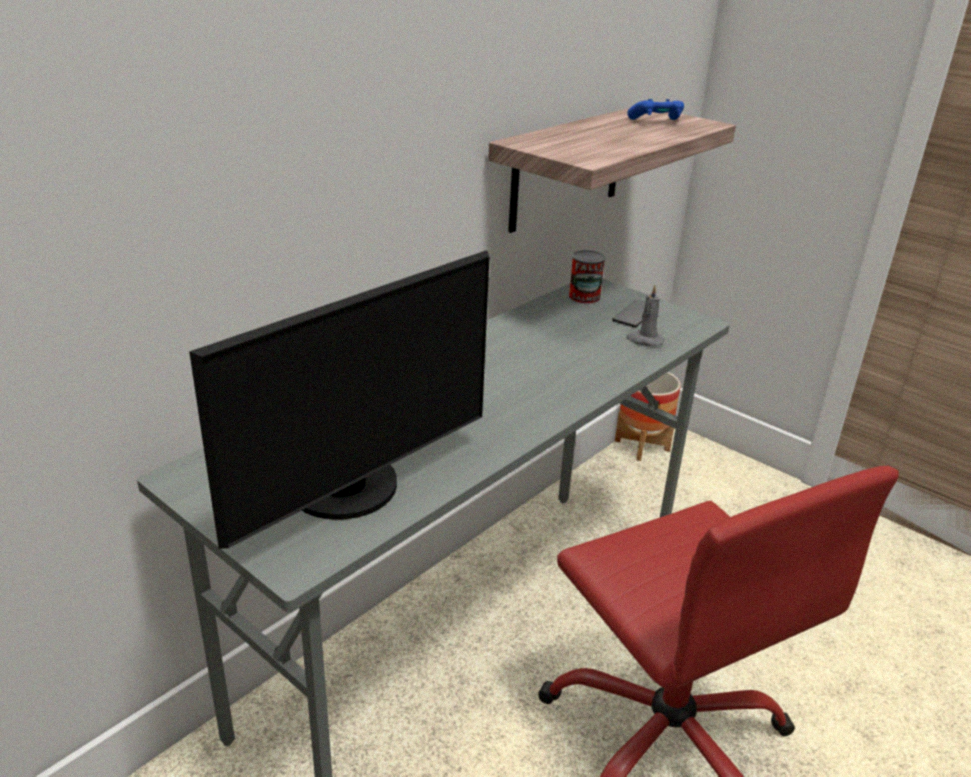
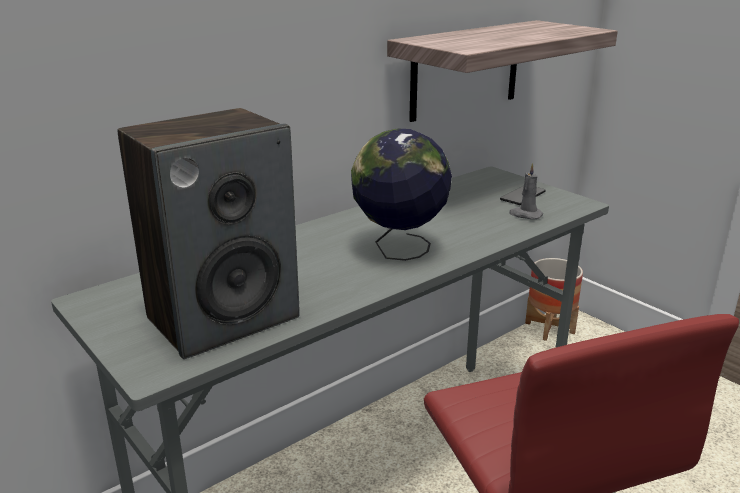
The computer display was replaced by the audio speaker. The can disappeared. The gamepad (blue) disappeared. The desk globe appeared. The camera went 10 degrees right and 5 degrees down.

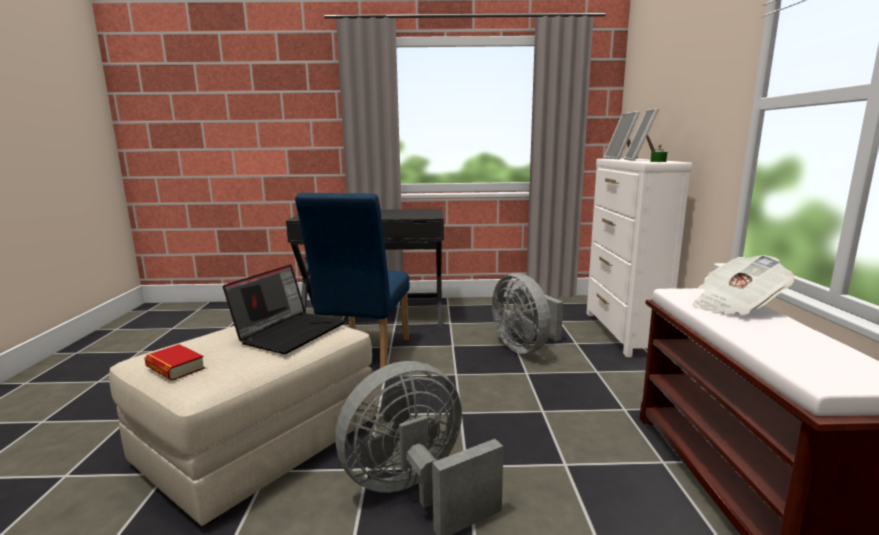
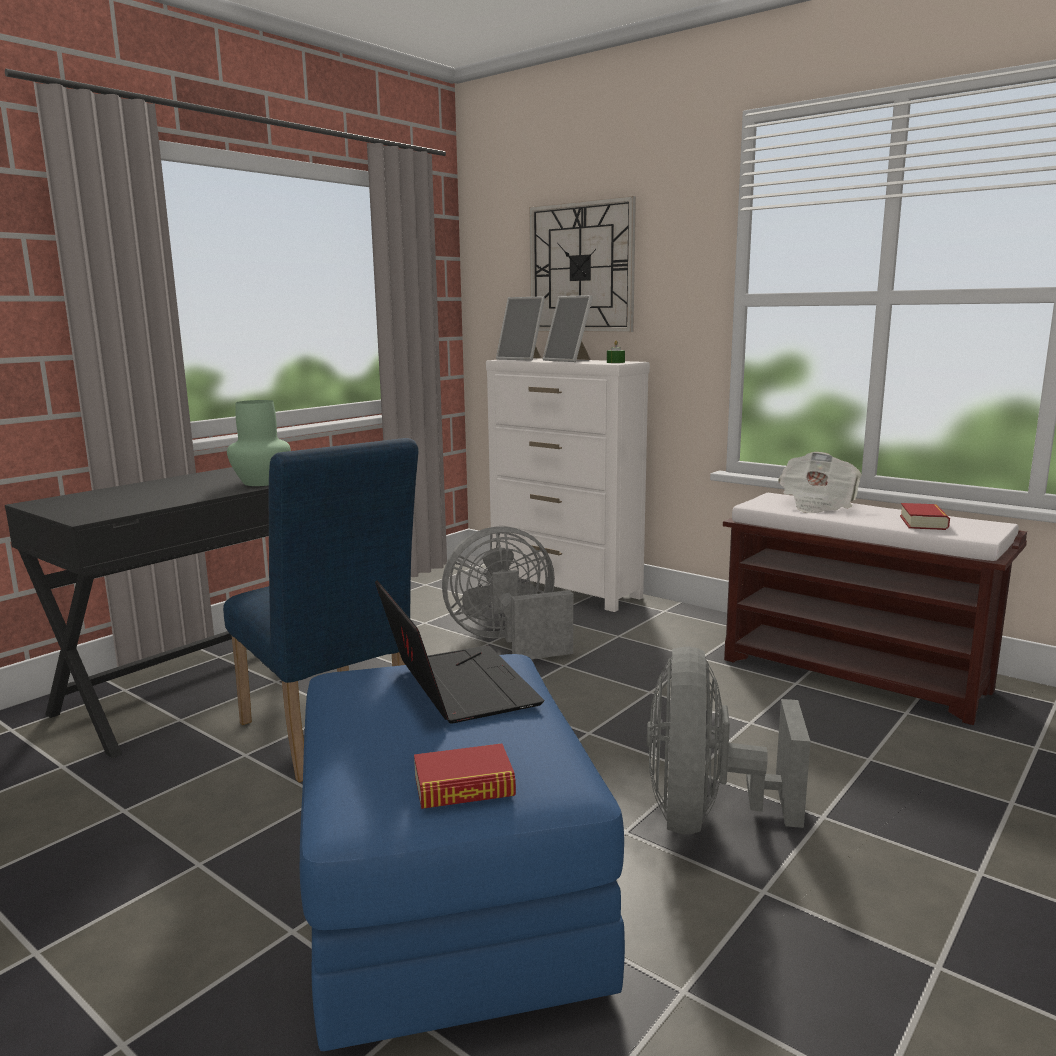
The ottoman (sand-coloured) became the ottoman (blue). The cooling fan (greyish) (no. 2 from left in the first image) turned 150 degrees clockwise. The vase (greenish) appeared. The hanging clock appeared. The bound book (no. 2 from left) appeared. The camera went 50 degrees left and 0 degrees up.

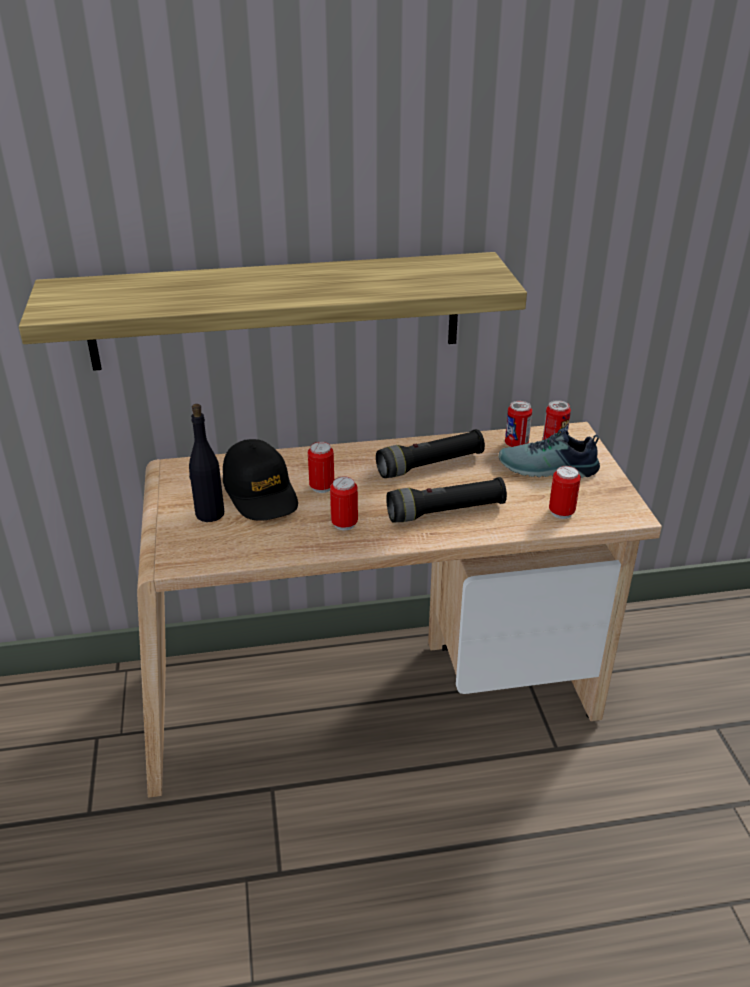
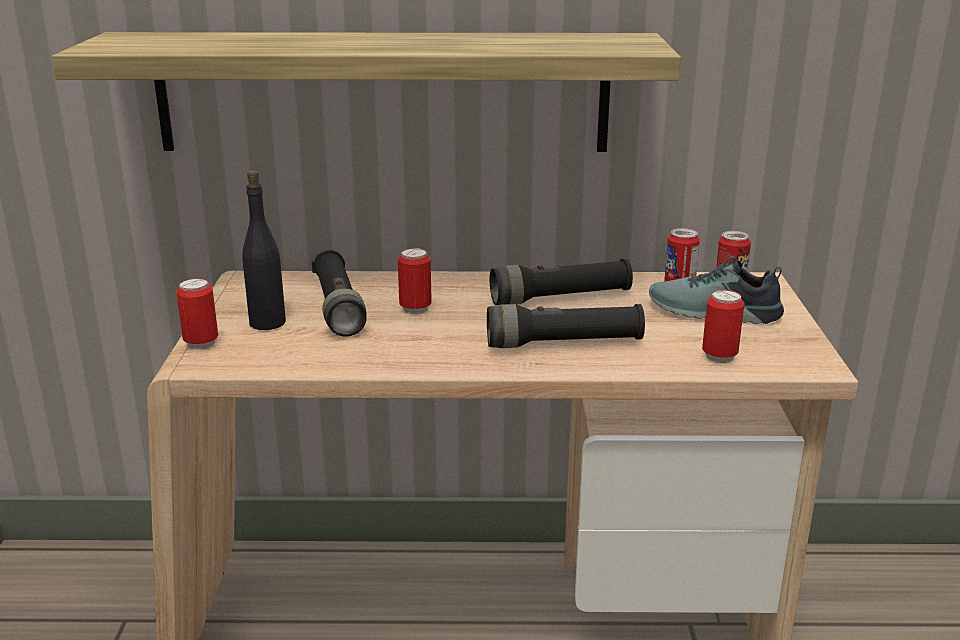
The peaked cap (black-coloured) was replaced by the flashlight (black-coloured) (no. 1 from left). The can (no. 2 from left in the first image) moved. The camera went 10 degrees right and 10 degrees down.

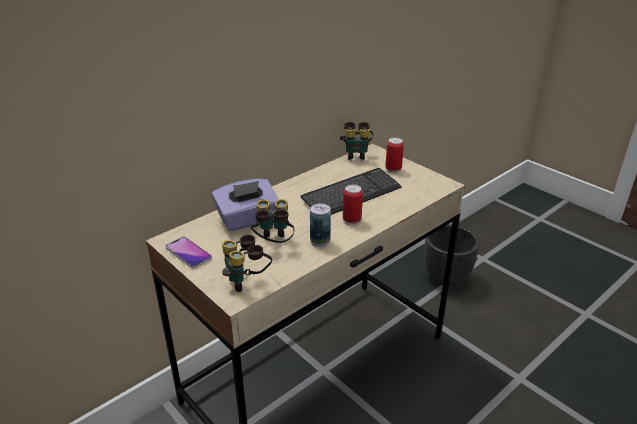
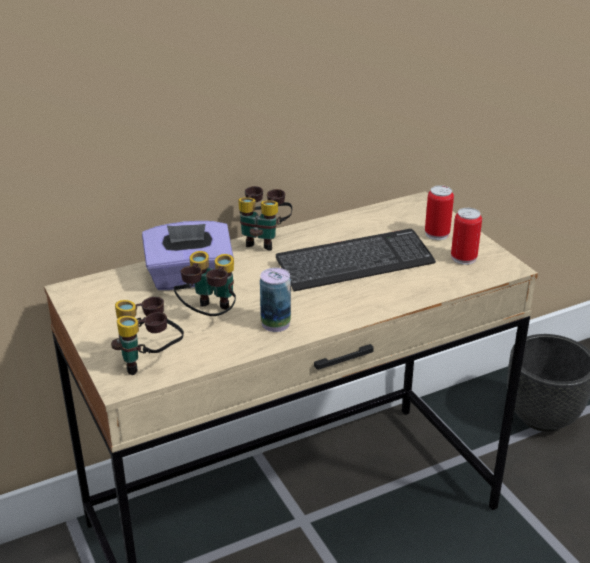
The handset disappeared. The field glasses (no. 3 from left) moved. The can (no. 2 from left in the first image) moved. The camera went 15 degrees right and 0 degrees up.

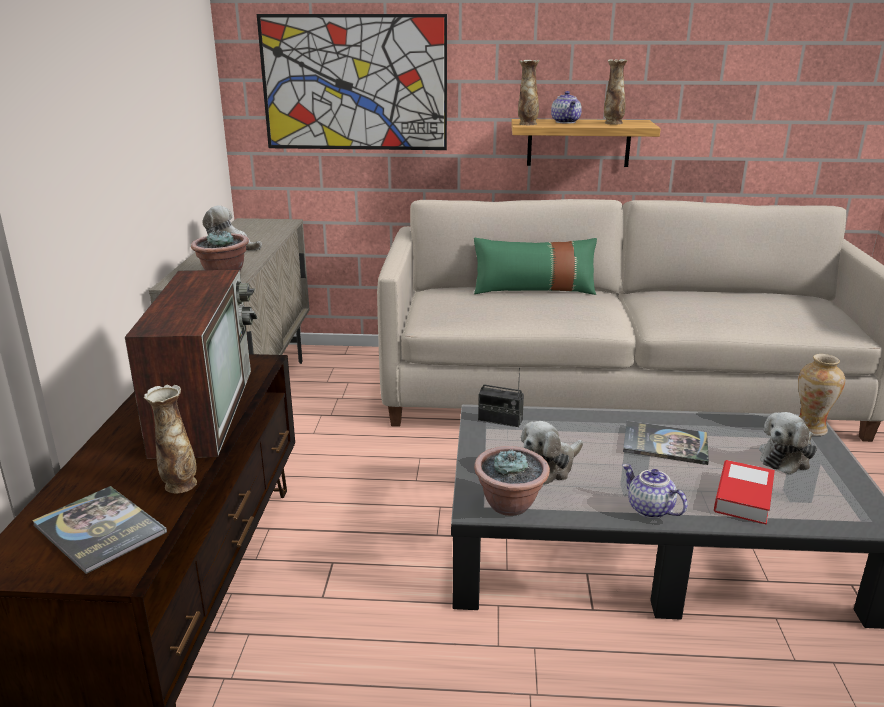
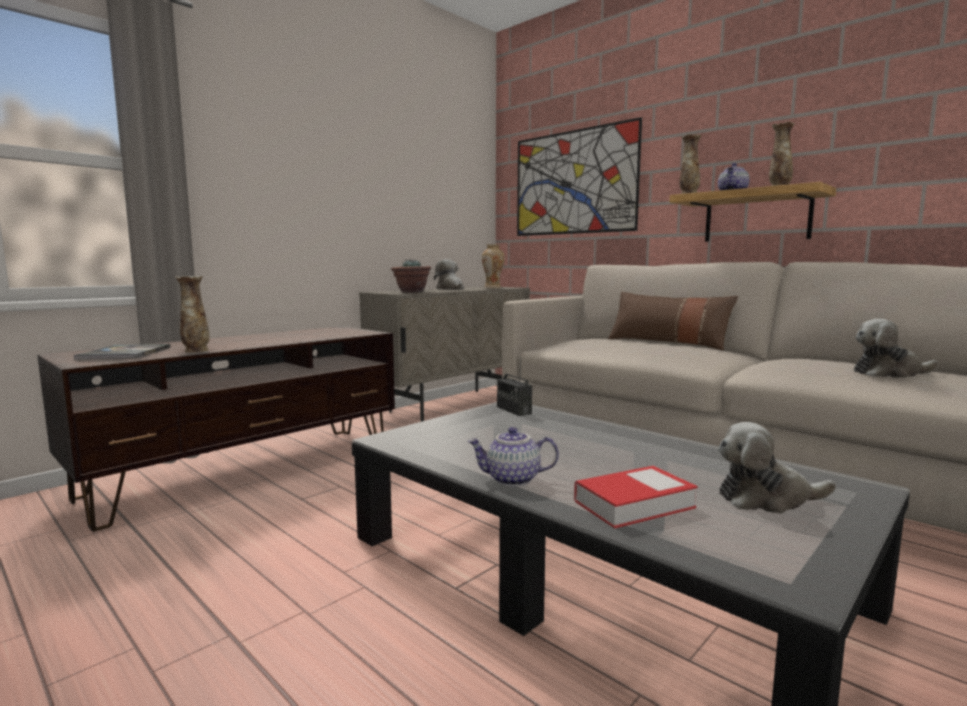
The TV disappeared. The cushion (greenish) became the cushion (brownish). The potted plant (no. 2 from left) disappeared. The cuddly toy (no. 2 from left in the first image) moved. The tea pot (no. 2 from left in the first image) turned 90 degrees counterclockwise. The bound book (no. 2 from left) disappeared. The vase (no. 4 from left in the first image) moved. The camera went 40 degrees right and 15 degrees down.

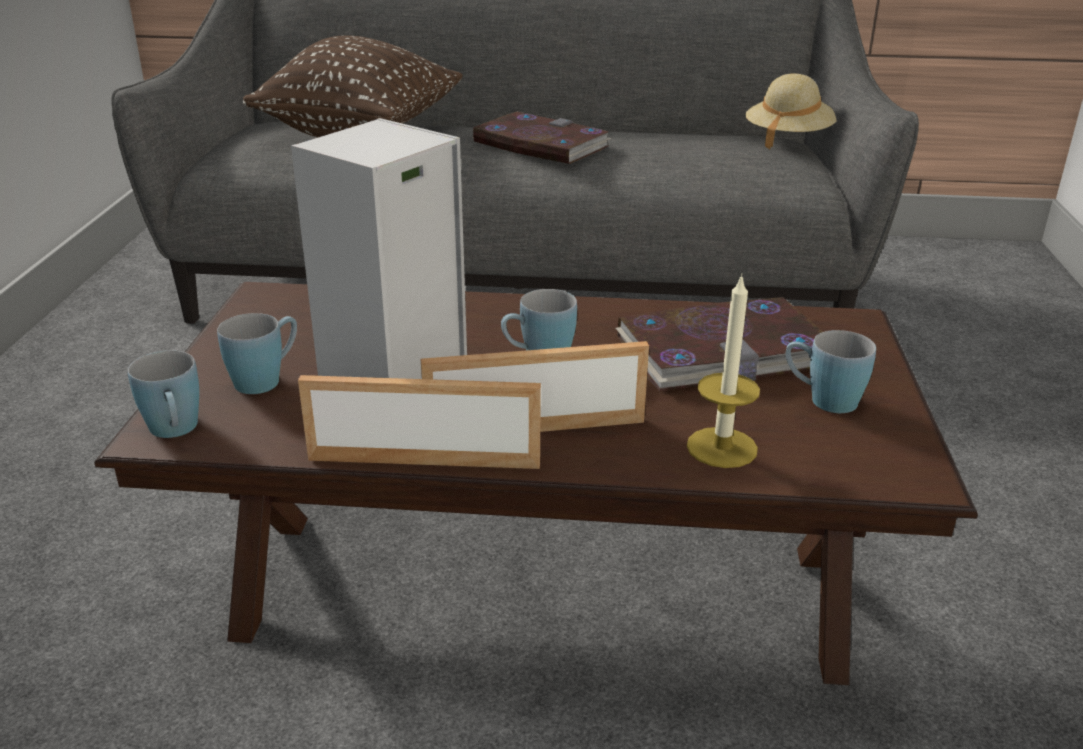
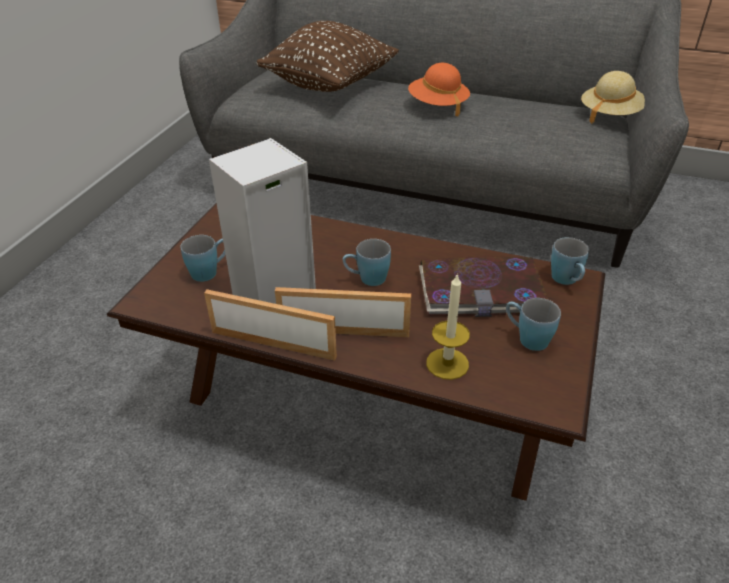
The mug (blue) (no. 1 from left in the first image) moved. The bound book (no. 1 from left) was replaced by the wearable hat (orangey). The camera went 15 degrees right and 10 degrees up.

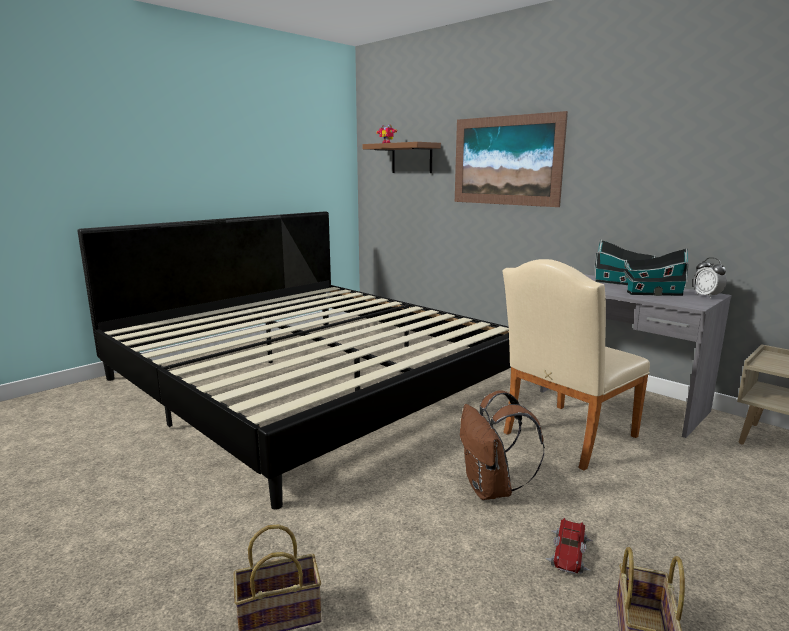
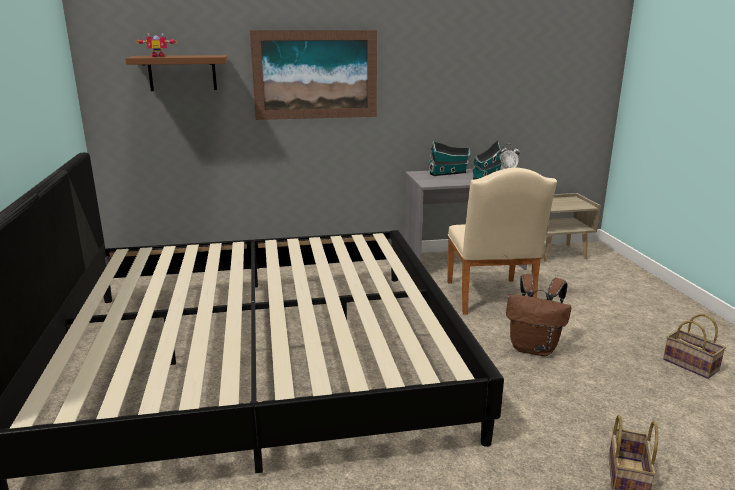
The toy car disappeared. The camera went 55 degrees left and 5 degrees up.

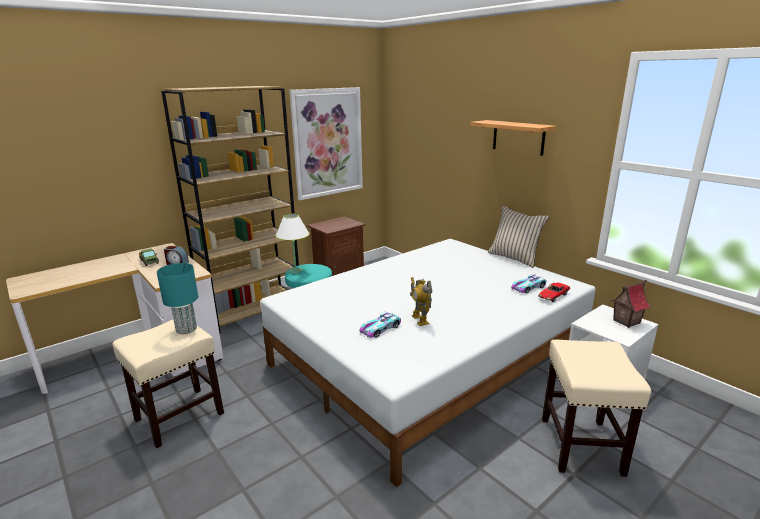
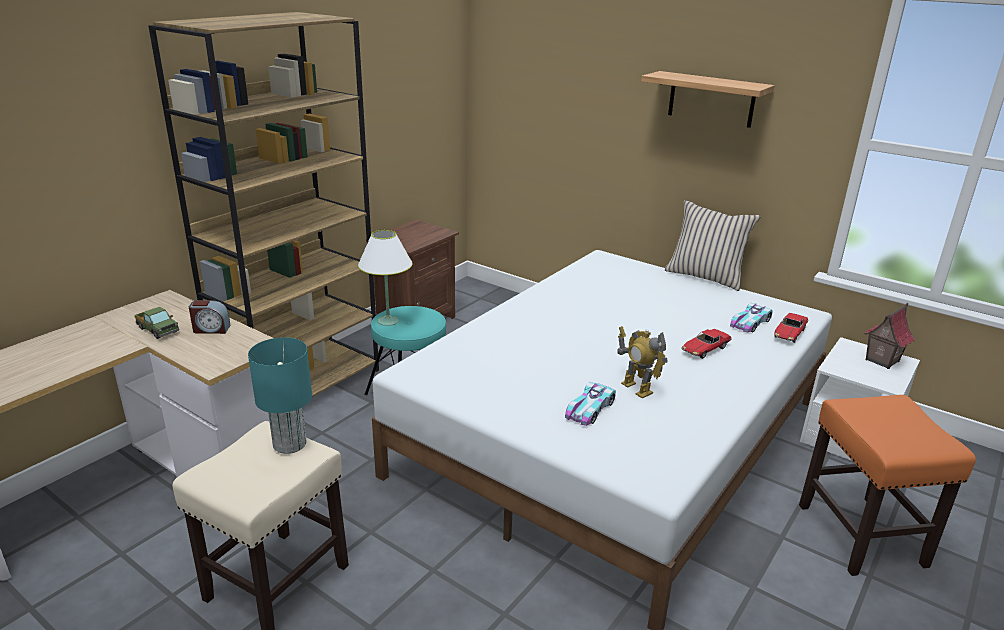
The wall picture disappeared. The stool seat (sand-coloured) (no. 2 from left) became the stool seat (orangey). The toy car (no. 2 from left) appeared. The camera went 15 degrees left and 5 degrees up.

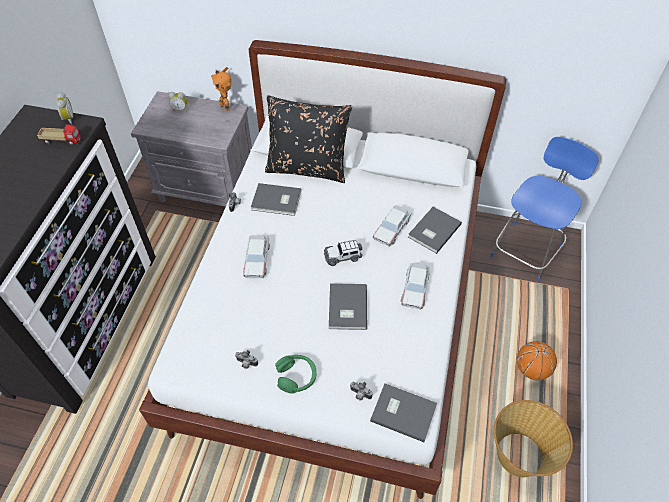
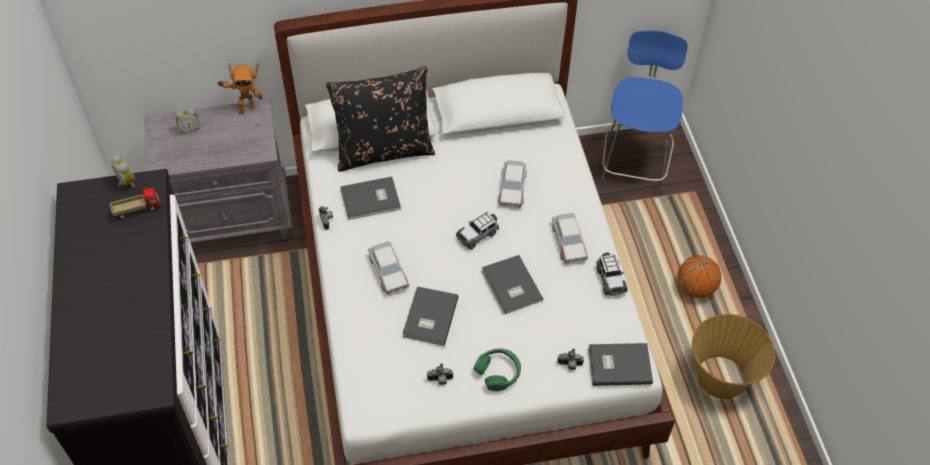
The model robot turned 60 degrees counterclockwise. The bound book (greyish) (no. 4 from left in the first image) moved. The toy car (no. 5 from left) appeared. The camera went 25 degrees left and 0 degrees up.

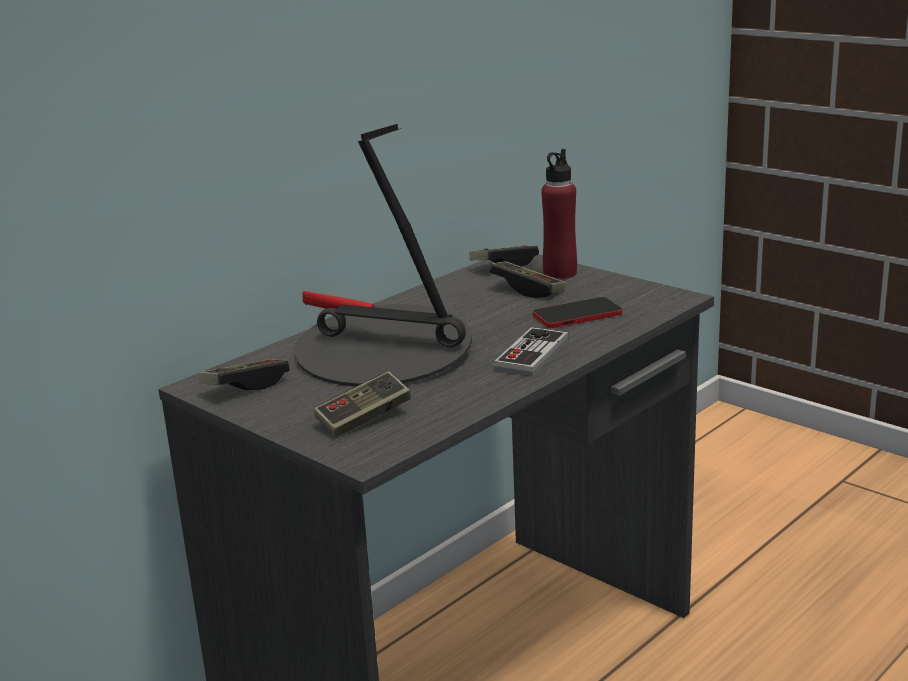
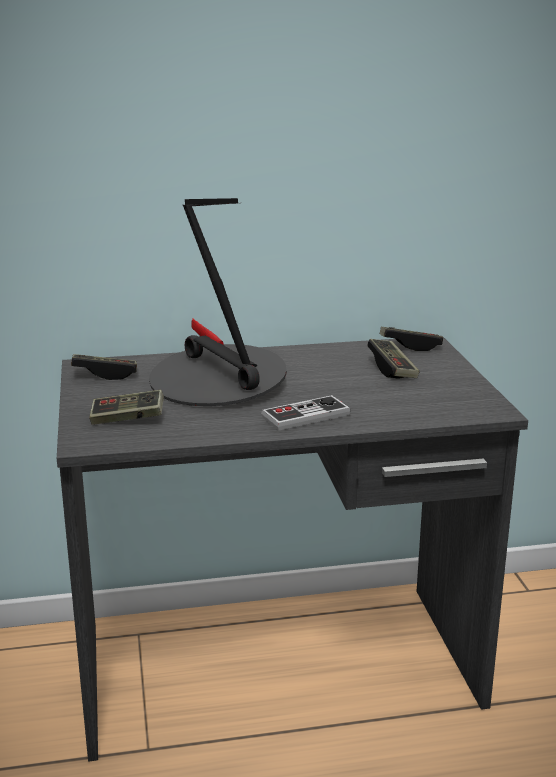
The handset disappeared. The beverage bottle (red) disappeared. The camera went 35 degrees right and 0 degrees up.

